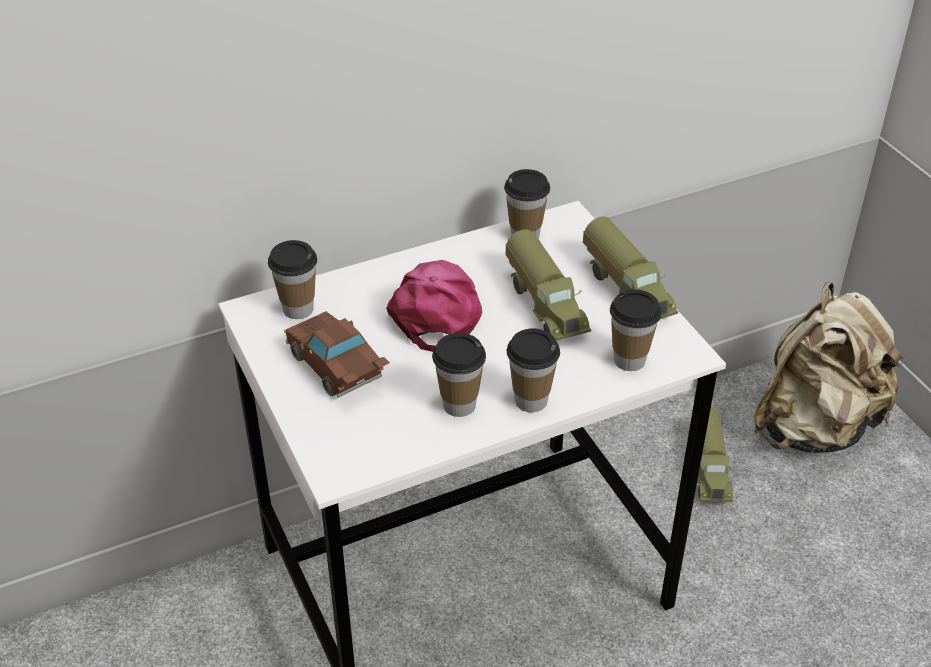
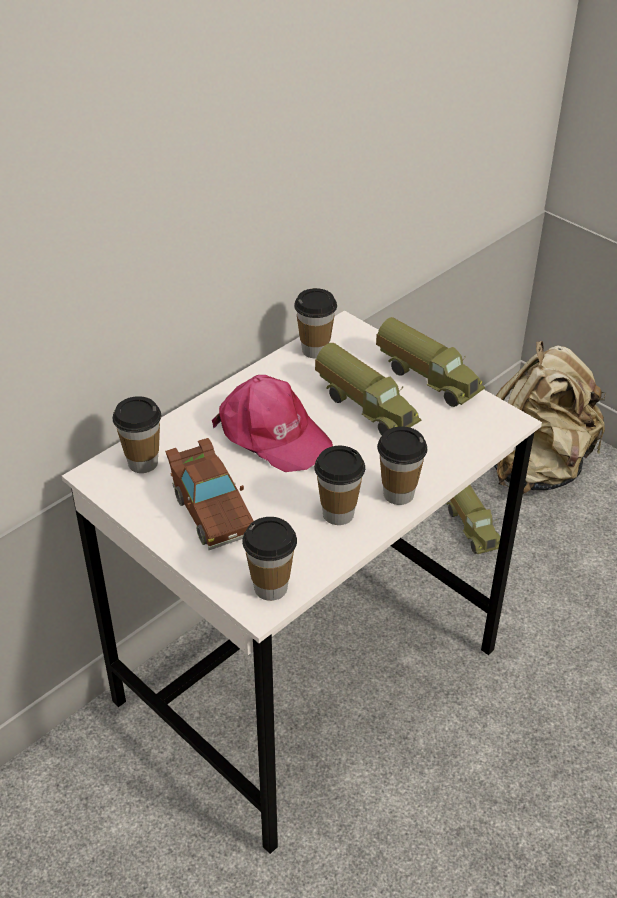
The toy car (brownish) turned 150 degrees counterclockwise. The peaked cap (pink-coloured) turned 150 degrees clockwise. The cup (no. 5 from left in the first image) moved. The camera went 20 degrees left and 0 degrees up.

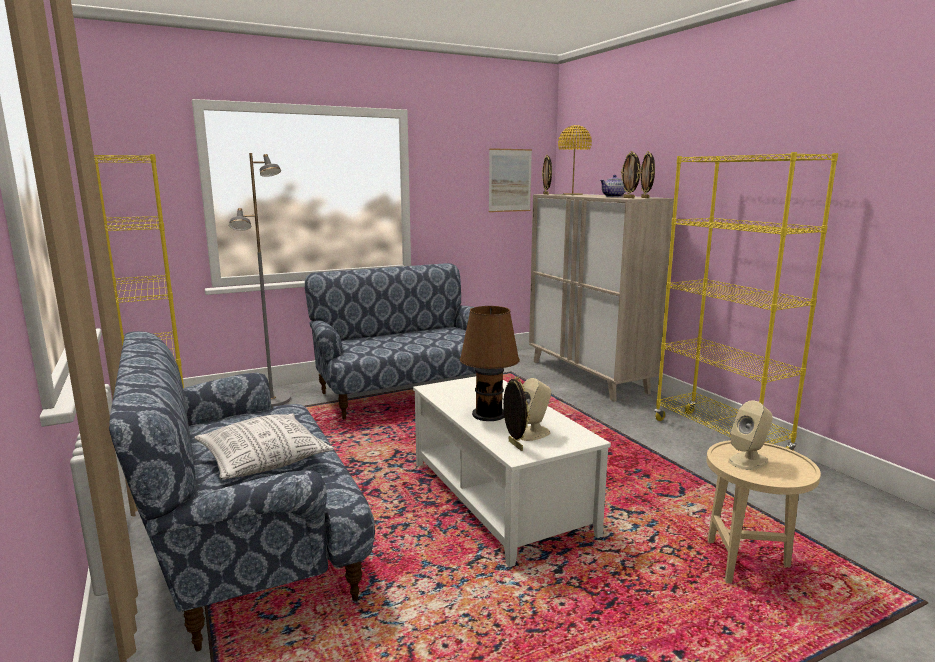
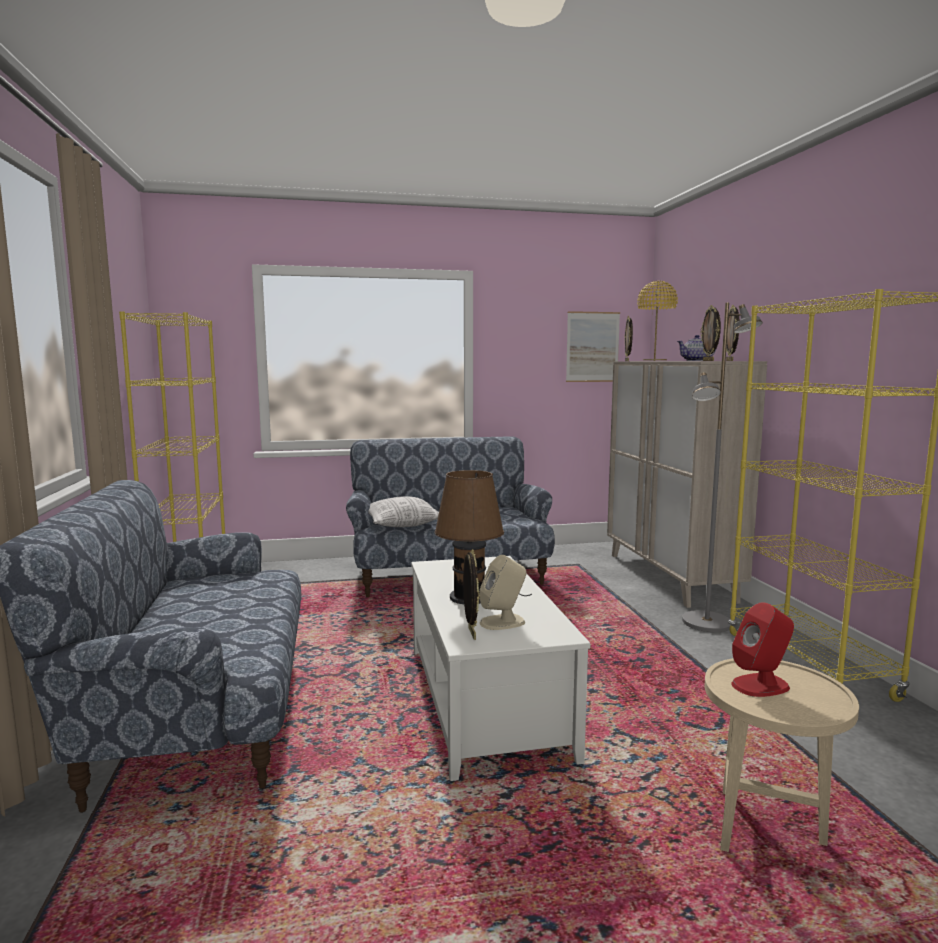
The cushion moved. The standing lamp (greyish) moved. The audio speaker (sand-coloured) (no. 2 from left) became the audio speaker (red). The camera went 15 degrees right and 5 degrees down.

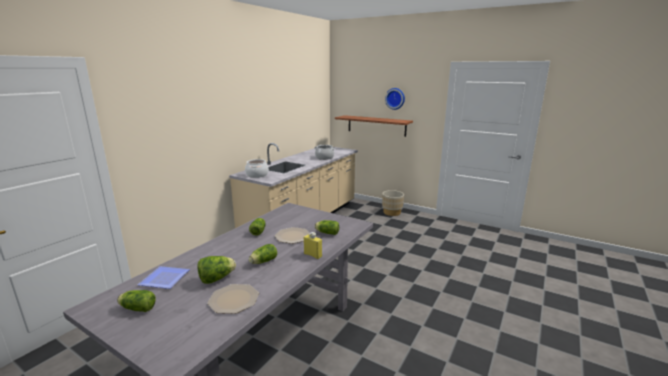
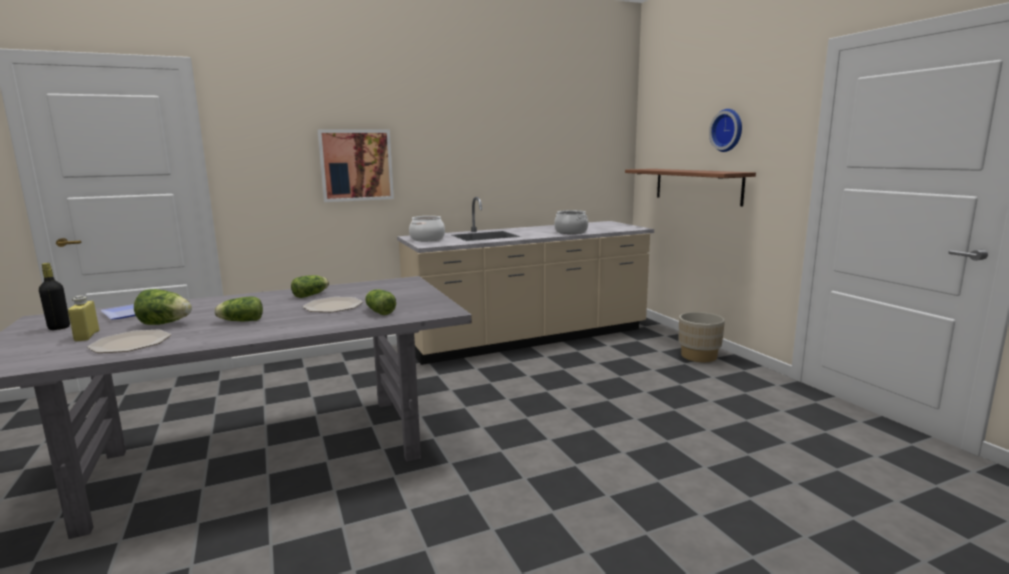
The lettuce head (no. 1 from left) was replaced by the beverage bottle (black-coloured). The beverage bottle (yellow-coloured) moved. The wall picture appeared. The camera went 35 degrees right and 5 degrees down.

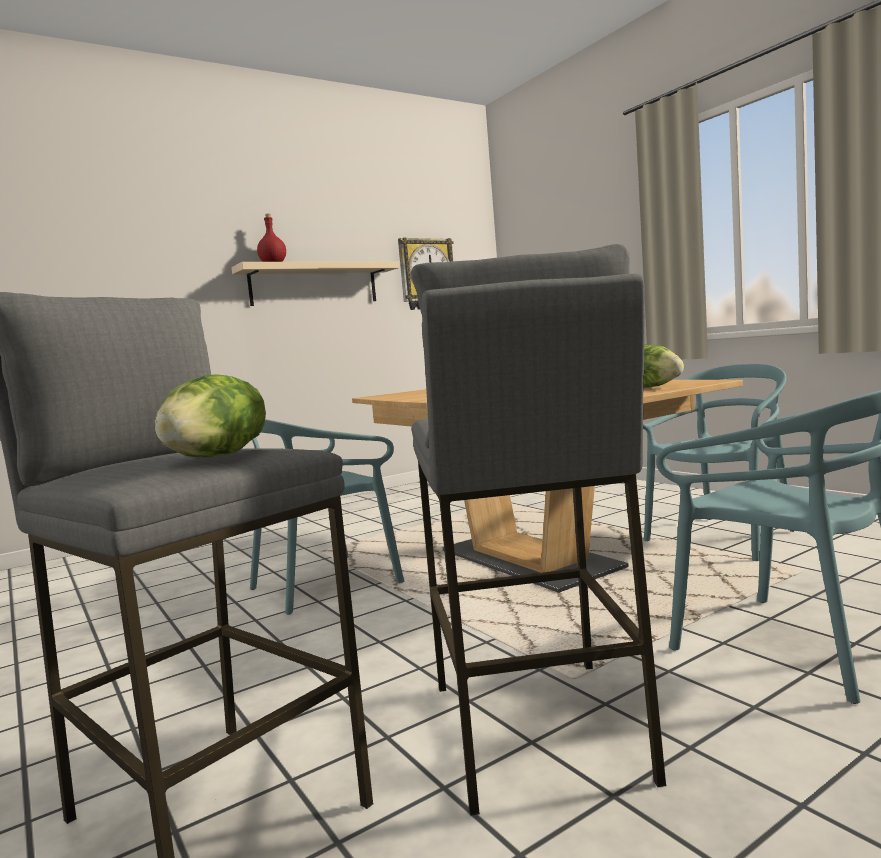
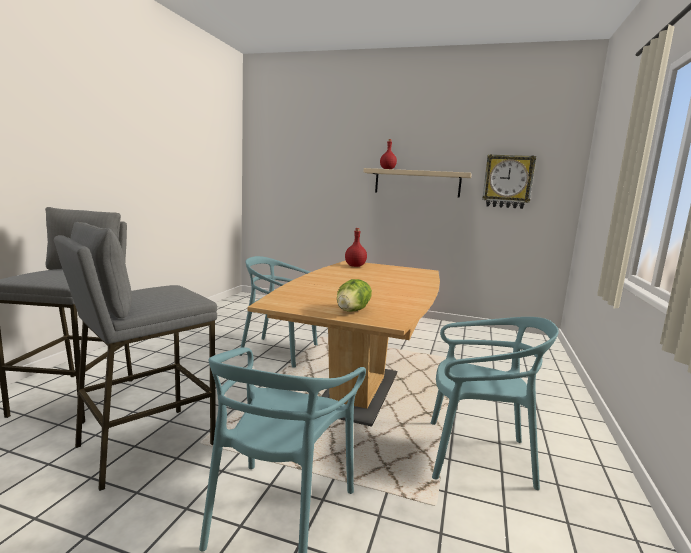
The lettuce head (no. 1 from left) disappeared. The beverage bottle (red) (no. 1 from left) appeared. The camera went 50 degrees right and 5 degrees up.

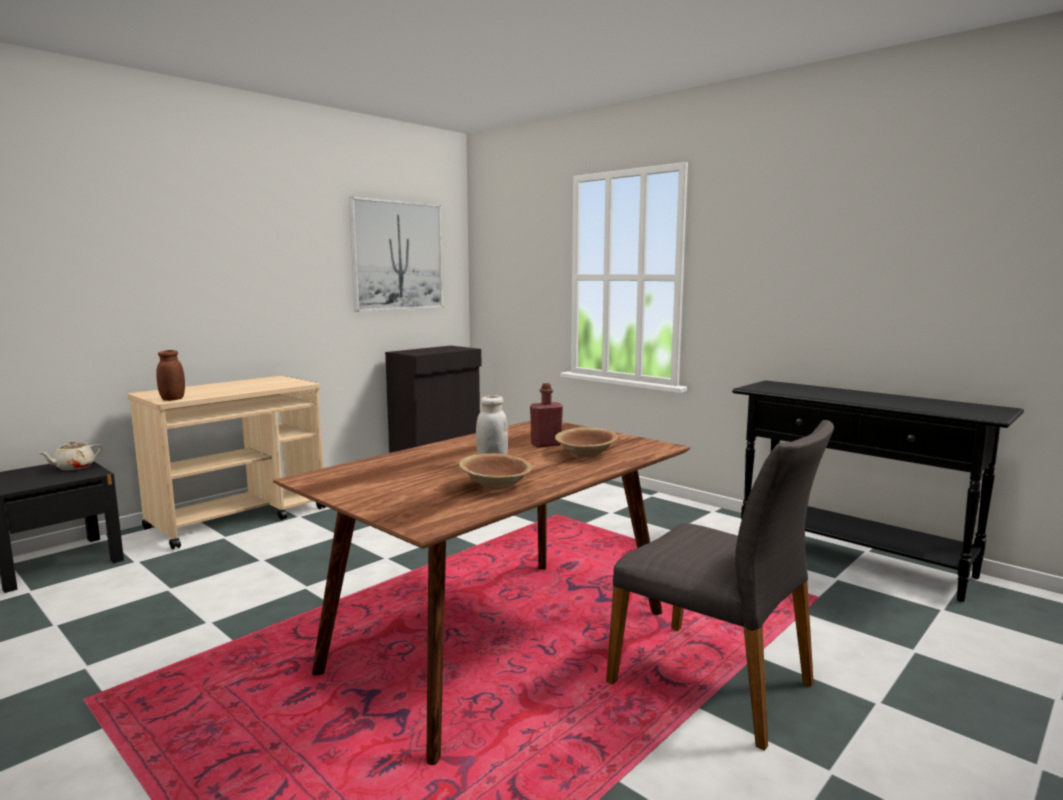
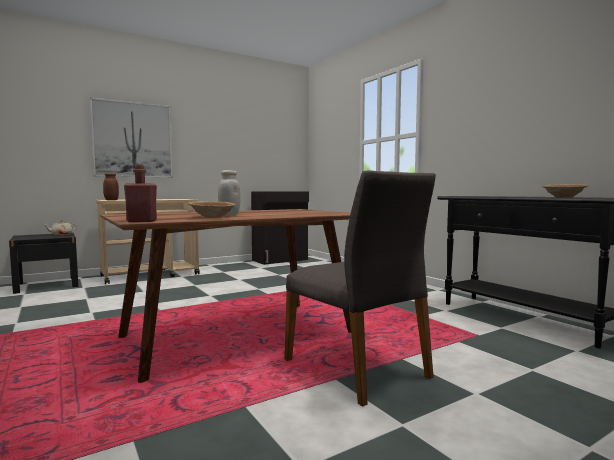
The wall picture moved. The beverage bottle (red) moved. The deep dish (brownish) (no. 2 from left) moved. The camera went 15 degrees right and 5 degrees down.

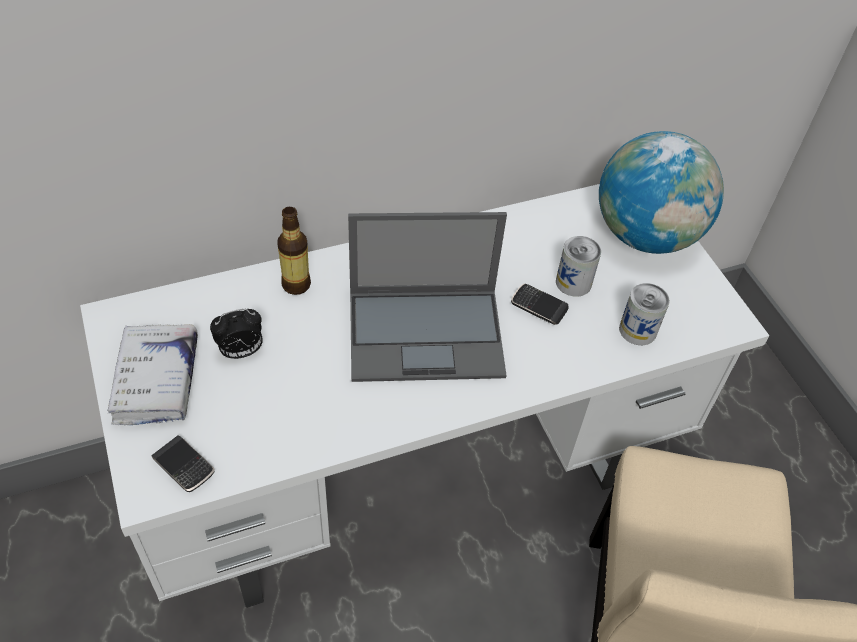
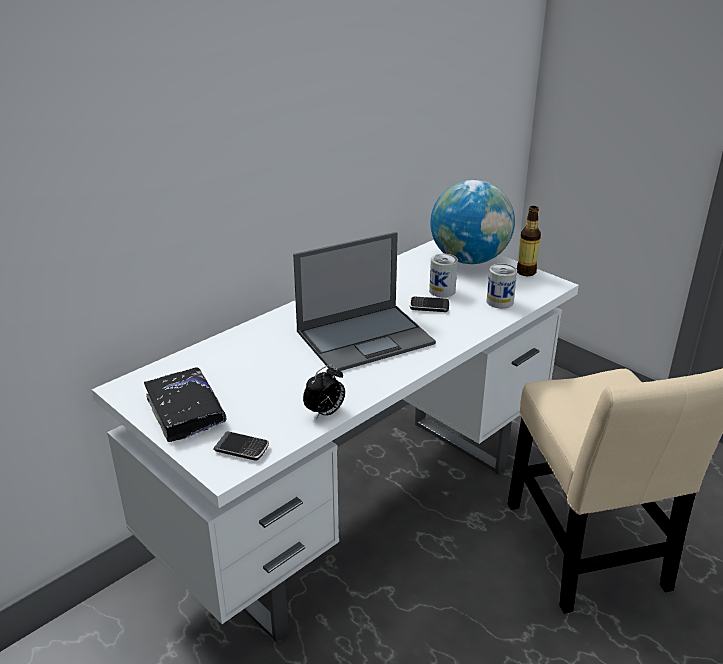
The bound book (whitish) became the bound book (black-coloured). The bedside clock moved. The beverage bottle moved. The camera went 20 degrees left and 20 degrees down.

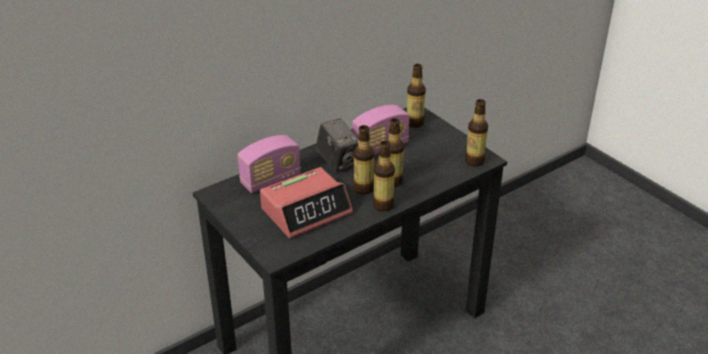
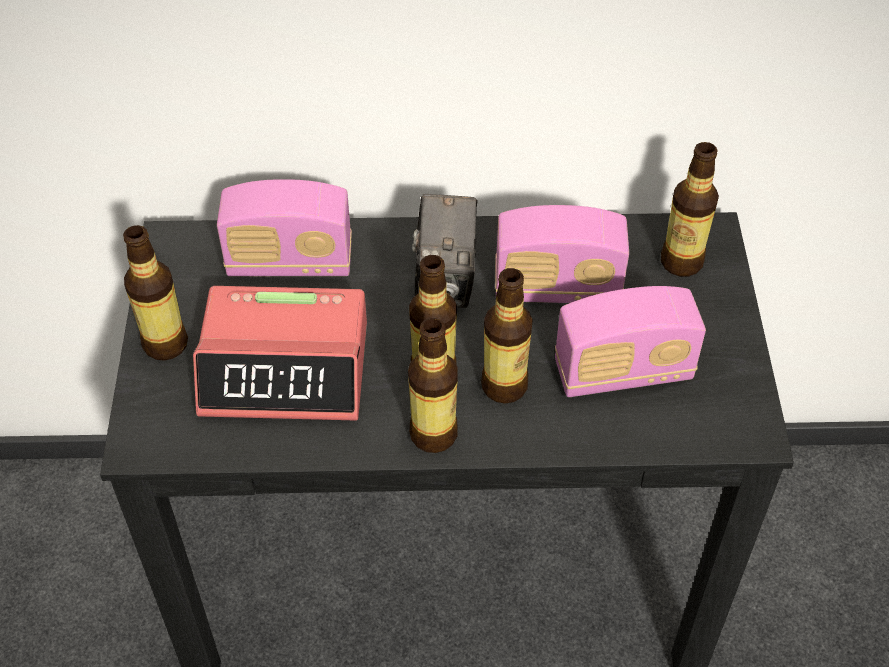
The beverage bottle (no. 5 from left in the first image) moved. The radio (no. 3 from left) appeared. The camera went 35 degrees right and 15 degrees up.

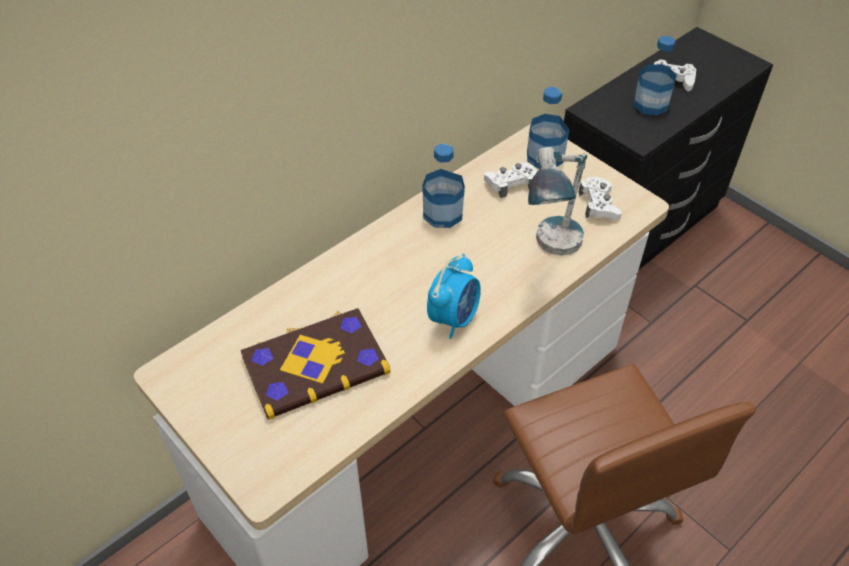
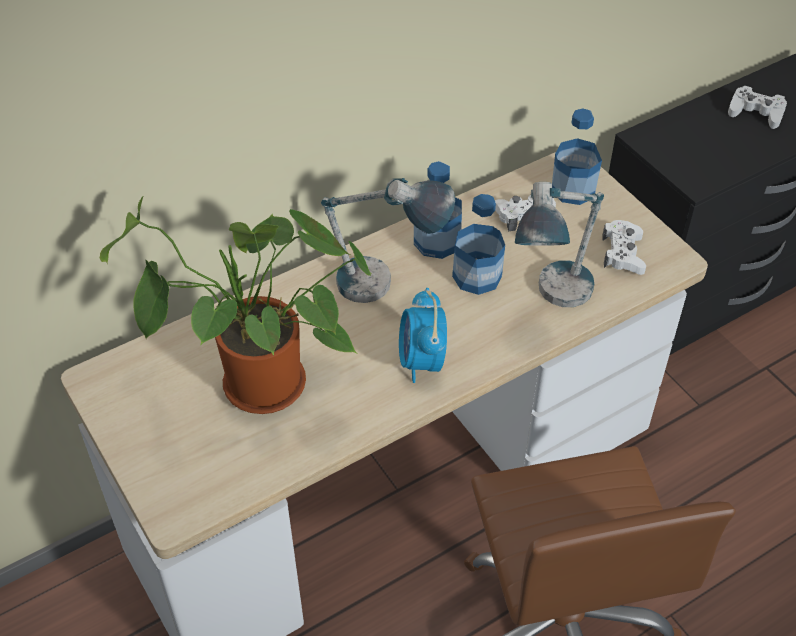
The bound book was replaced by the potted plant. The bedside clock turned 135 degrees clockwise. The beverage bottle (no. 3 from left in the first image) moved. The lamp for a table (no. 1 from left) appeared. The camera went 10 degrees right and 0 degrees up.

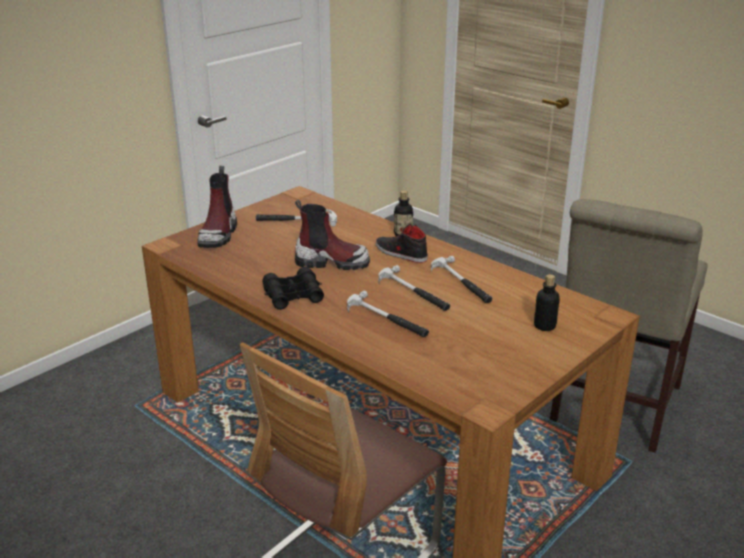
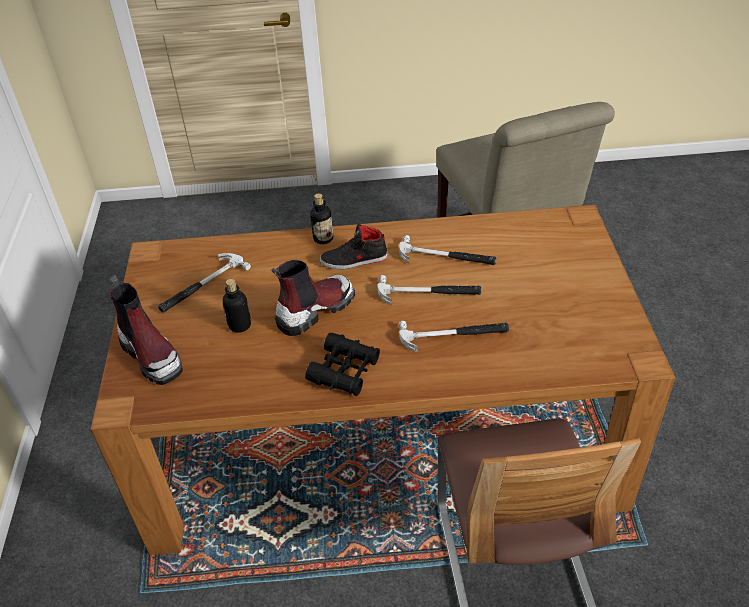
The beverage bottle (no. 2 from left in the first image) moved. The camera went 45 degrees left and 15 degrees up.

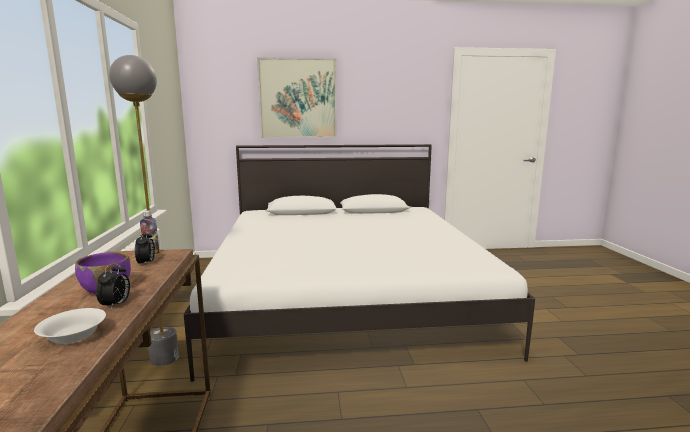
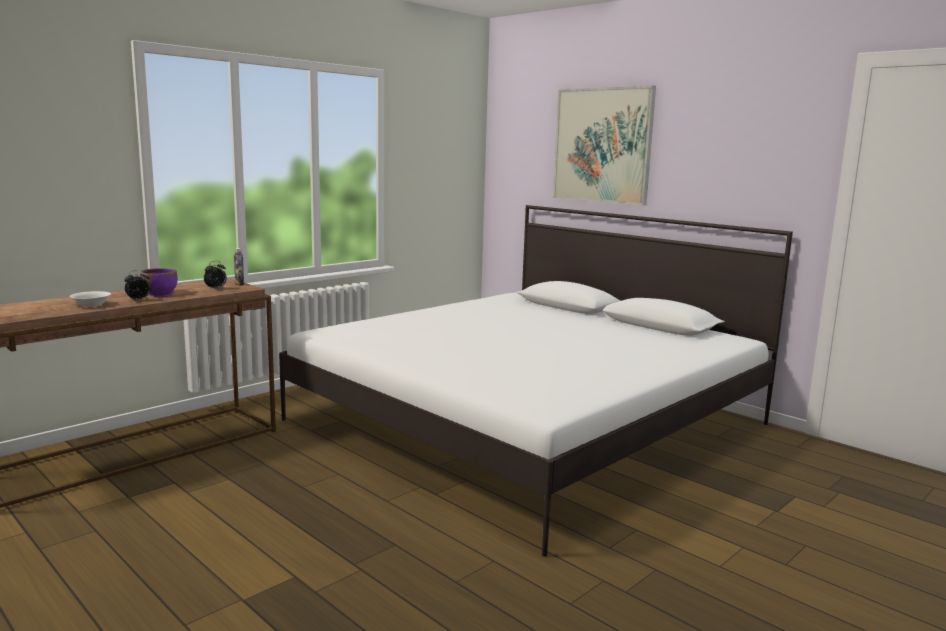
The standing lamp (greyish) disappeared. The camera went 50 degrees right and 0 degrees up.

